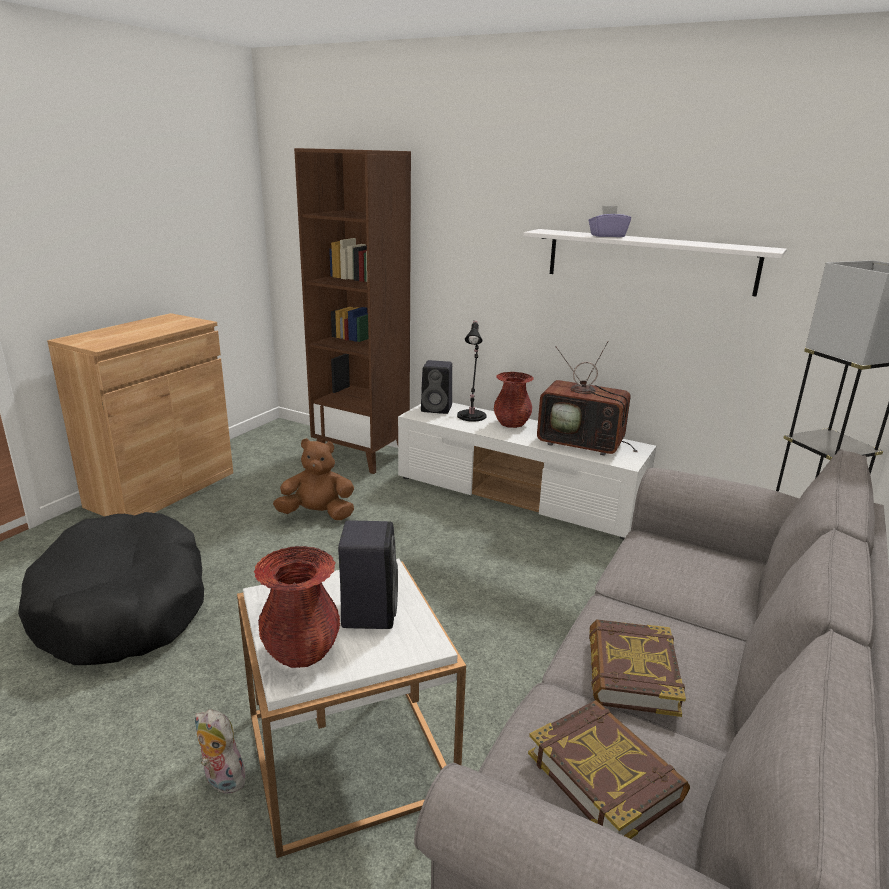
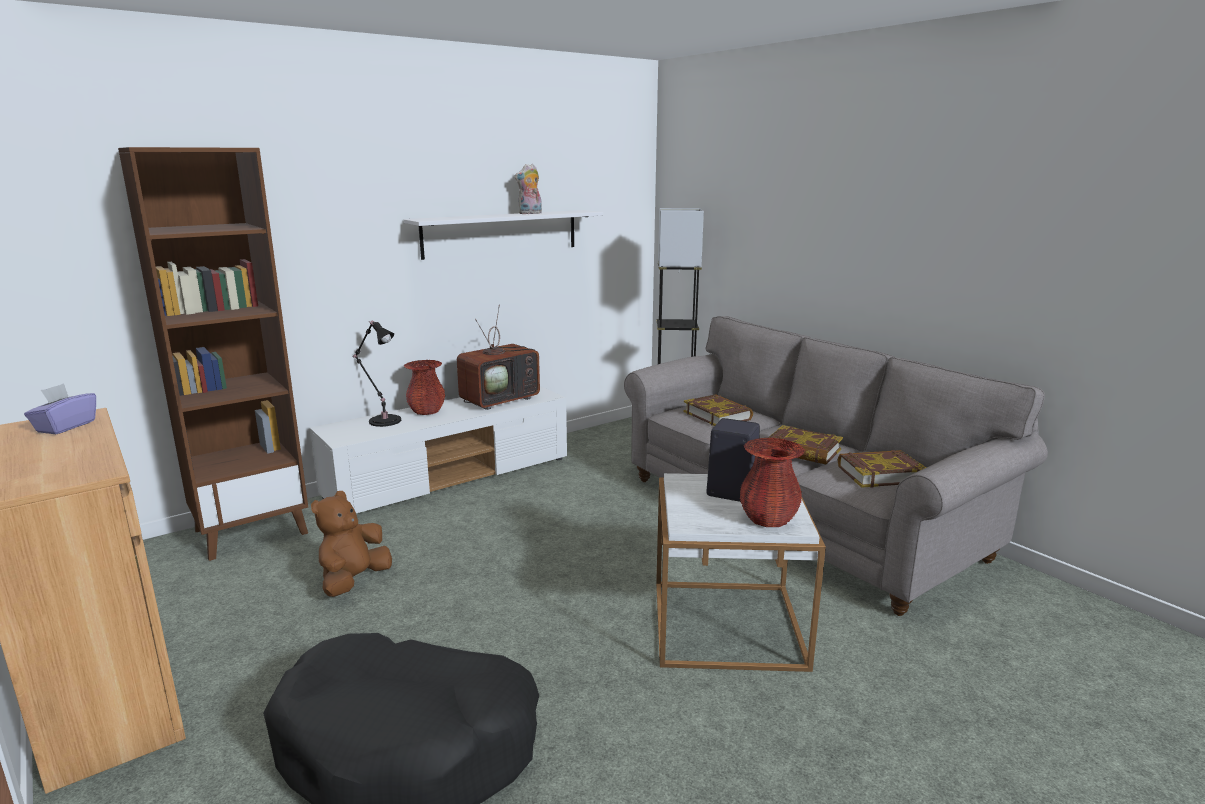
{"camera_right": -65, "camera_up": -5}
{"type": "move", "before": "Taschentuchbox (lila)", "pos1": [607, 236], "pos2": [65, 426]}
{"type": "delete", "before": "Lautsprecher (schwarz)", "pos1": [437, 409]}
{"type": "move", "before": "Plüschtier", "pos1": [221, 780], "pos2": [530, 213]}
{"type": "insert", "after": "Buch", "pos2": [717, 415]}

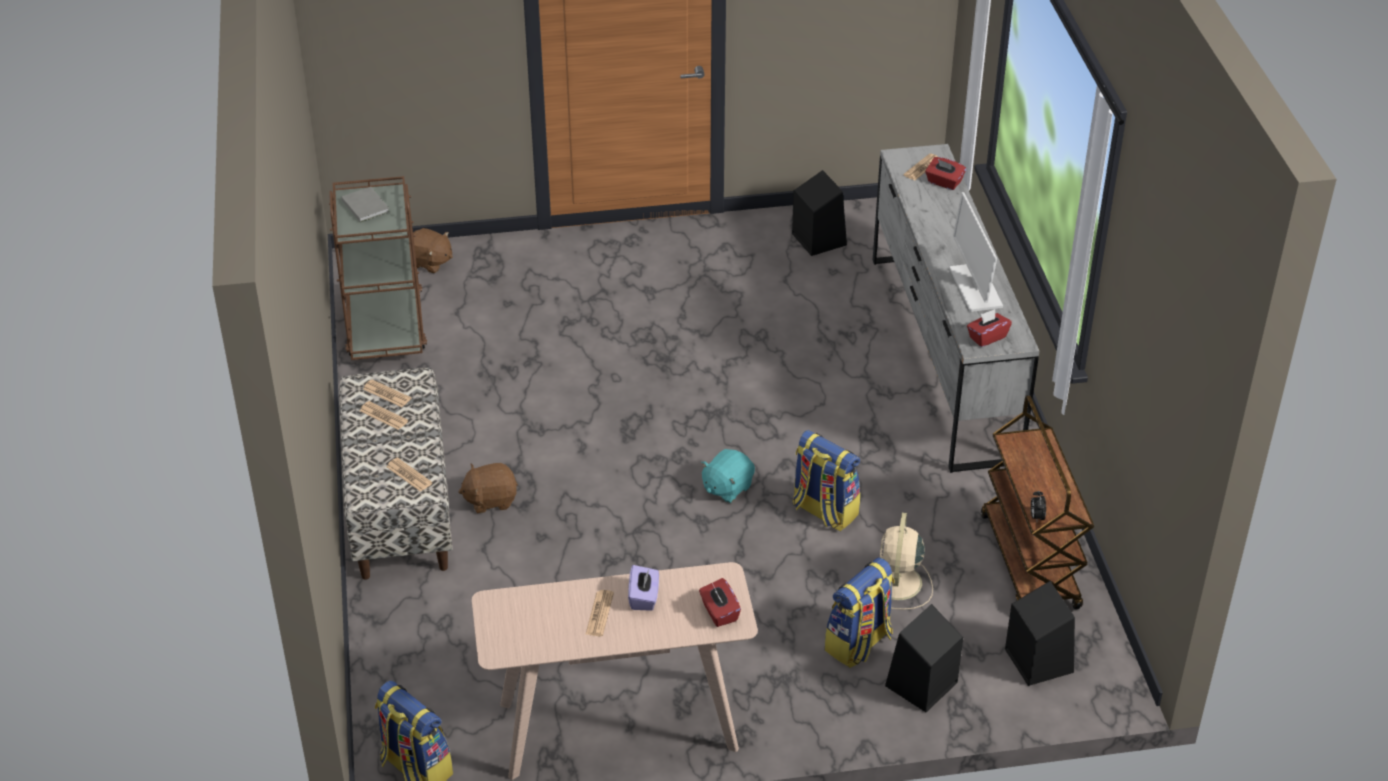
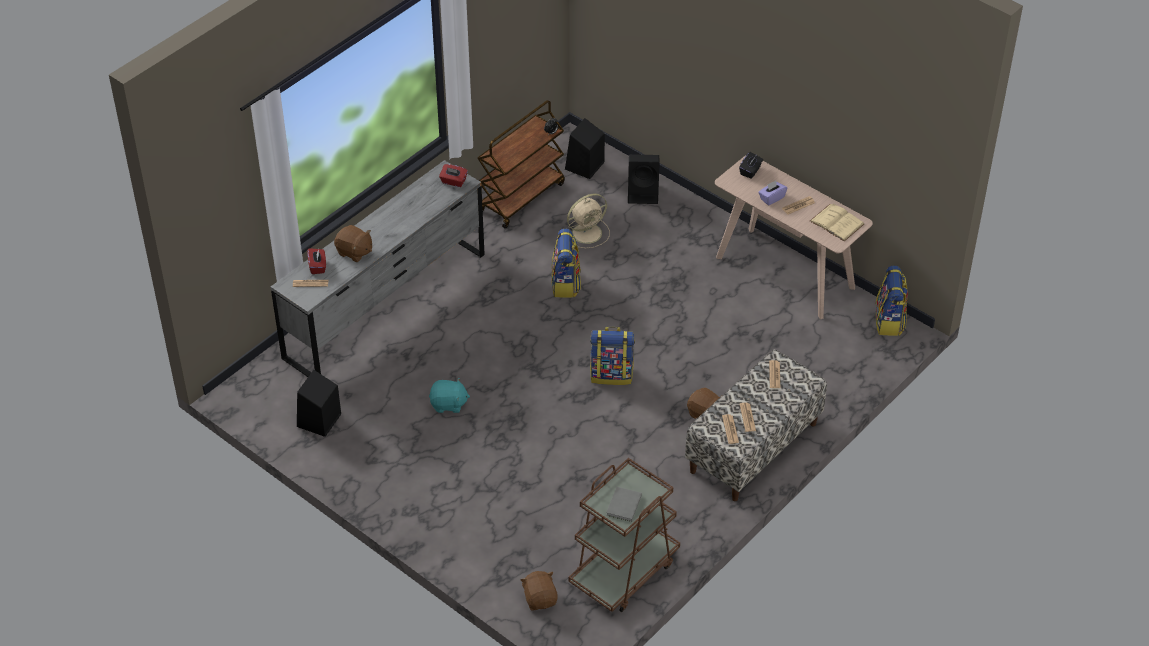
{"camera_right": -130, "camera_up": 5}
{"type": "delete", "before": "Monitor", "pos1": [975, 287]}
{"type": "move", "before": "Plüschtier (türkis)", "pos1": [727, 487], "pos2": [448, 404]}
{"type": "move", "before": "Rucksack", "pos1": [859, 644], "pos2": [612, 374]}
{"type": "recolor", "before": "Taschentuchbox (rot)", "after": "Taschentuchbox (schwarz)", "pos1": [719, 612], "pos2": [750, 171]}
{"type": "insert", "after": "Buch (beige)", "pos2": [837, 222]}
{"type": "insert", "after": "Plüschtier (braun)", "pos2": [354, 252]}

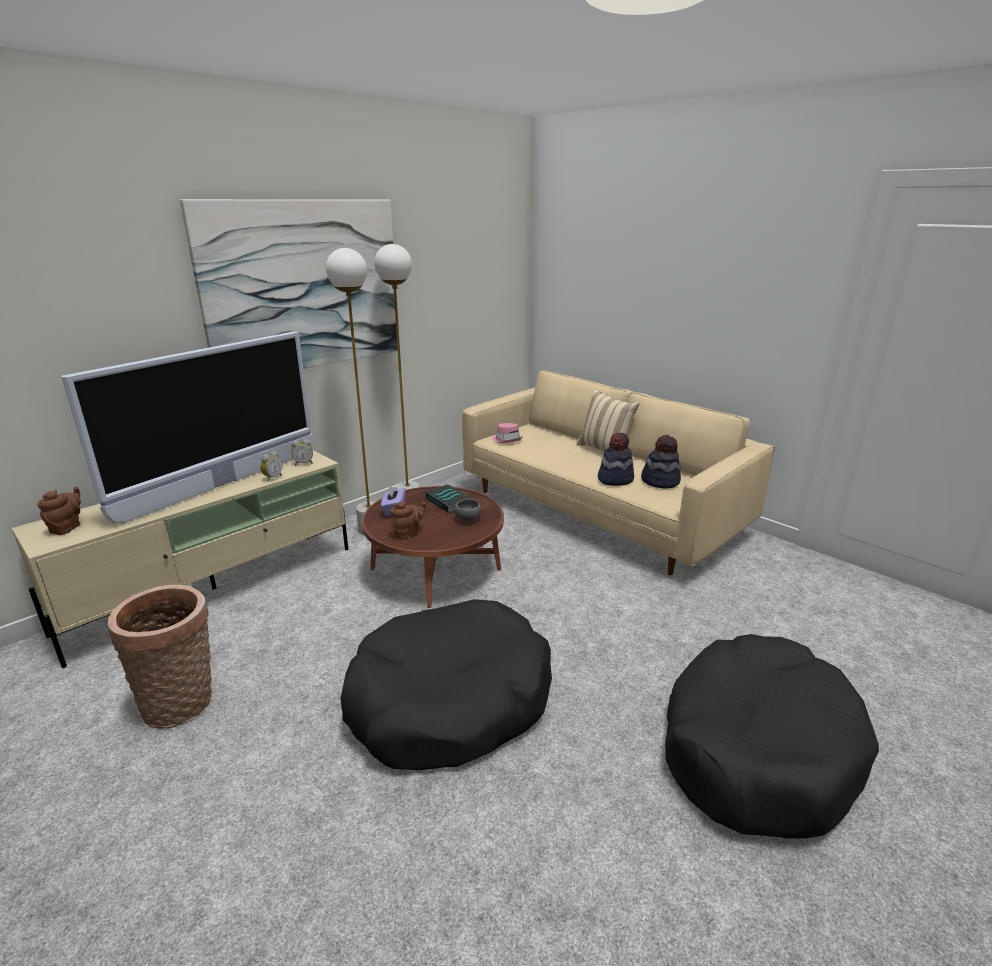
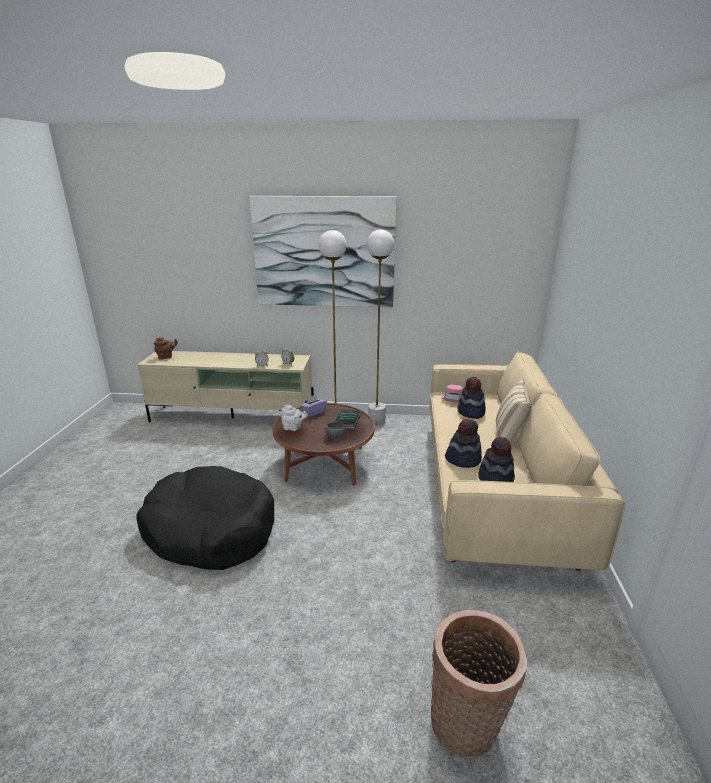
{"camera_right": 50, "camera_up": 0}
{"type": "delete", "before": "Fernseher", "pos1": [223, 485]}
{"type": "recolor", "before": "Teekanne (braun)", "after": "Teekanne (weiß)", "pos1": [408, 533], "pos2": [294, 428]}
{"type": "move", "before": "Korb", "pos1": [183, 703], "pos2": [467, 726]}
{"type": "delete", "before": "Hundebett (schwarz)", "pos1": [756, 748]}
{"type": "insert", "after": "Hut", "pos2": [470, 412]}

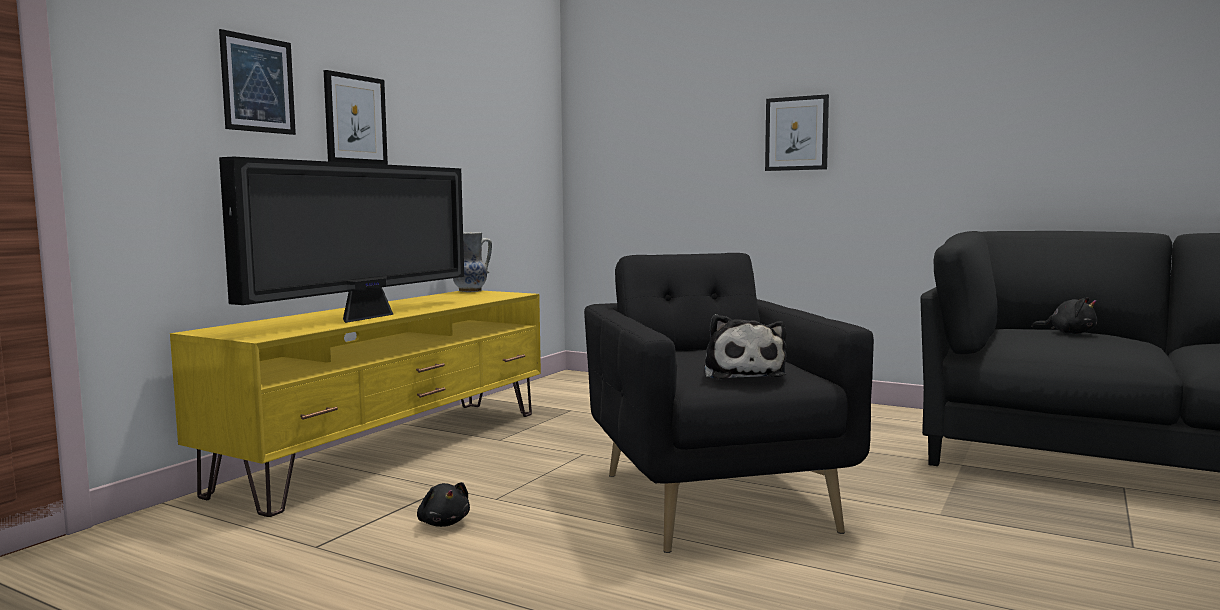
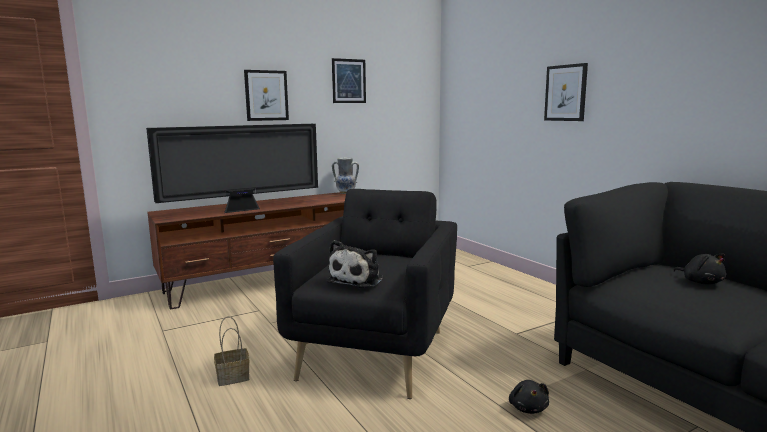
{"camera_right": 30, "camera_up": 5}
{"type": "move", "before": "Bild", "pos1": [258, 84], "pos2": [349, 81]}
{"type": "recolor", "before": "Fernsehschrank (gelb)", "after": "Fernsehschrank (braun)", "pos1": [393, 449], "pos2": [272, 280]}
{"type": "move", "before": "Plüschtier (schwarz)", "pos1": [443, 523], "pos2": [528, 408]}
{"type": "insert", "after": "Korb", "pos2": [234, 377]}

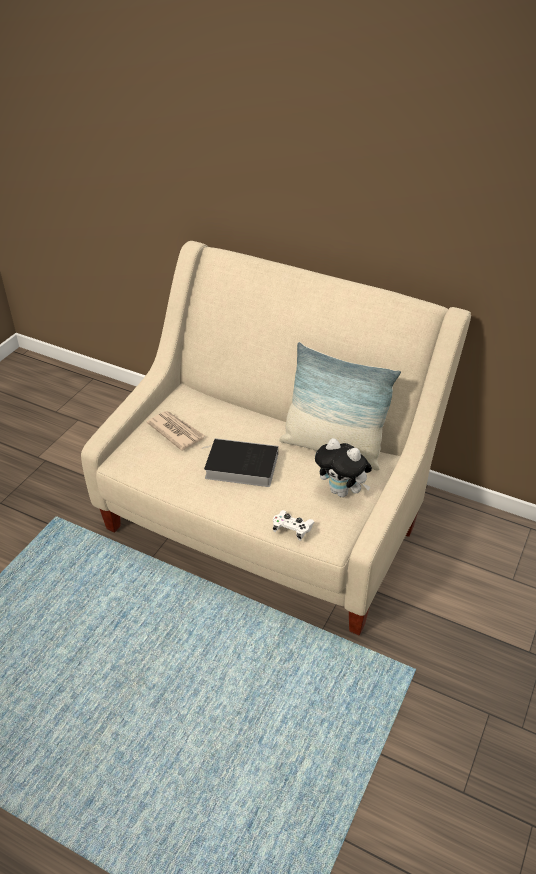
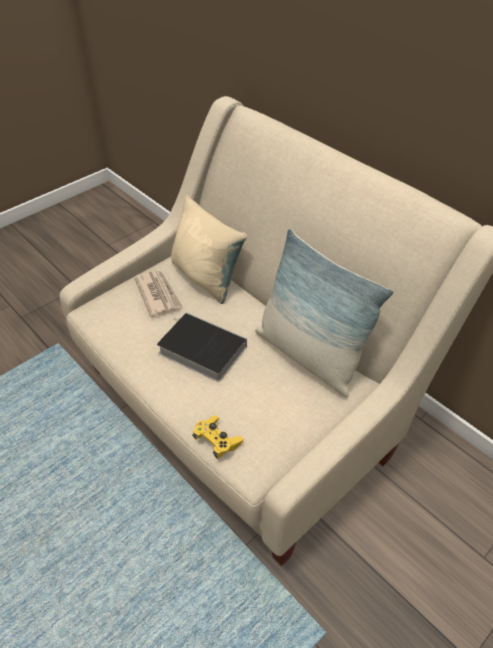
{"camera_right": 20, "camera_up": 5}
{"type": "delete", "before": "Plüschtier", "pos1": [342, 491]}
{"type": "recolor", "before": "Gamepad (weiß)", "after": "Gamepad (gelb)", "pos1": [292, 529], "pos2": [217, 441]}
{"type": "insert", "after": "Kissen (beige)", "pos2": [206, 277]}

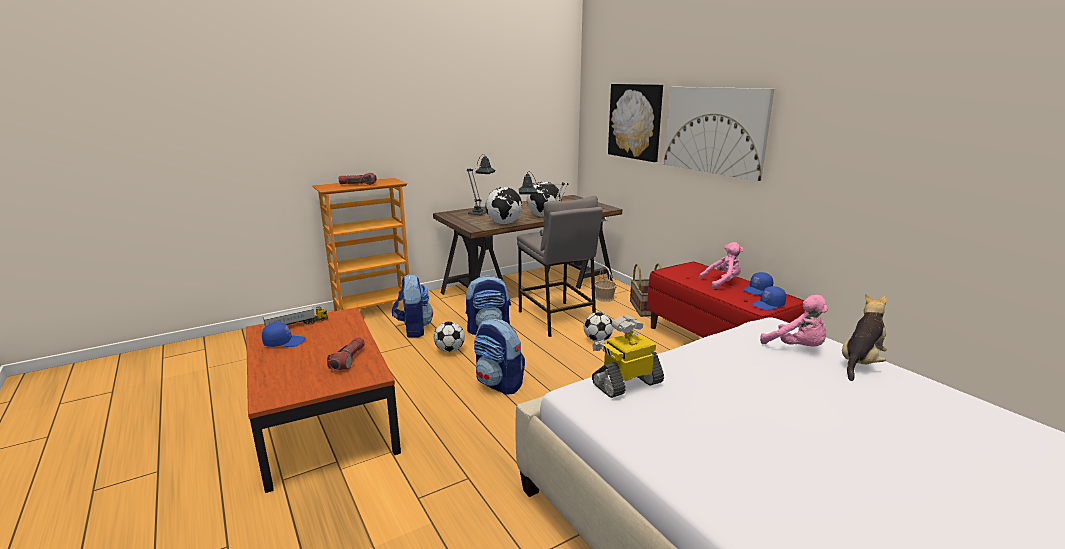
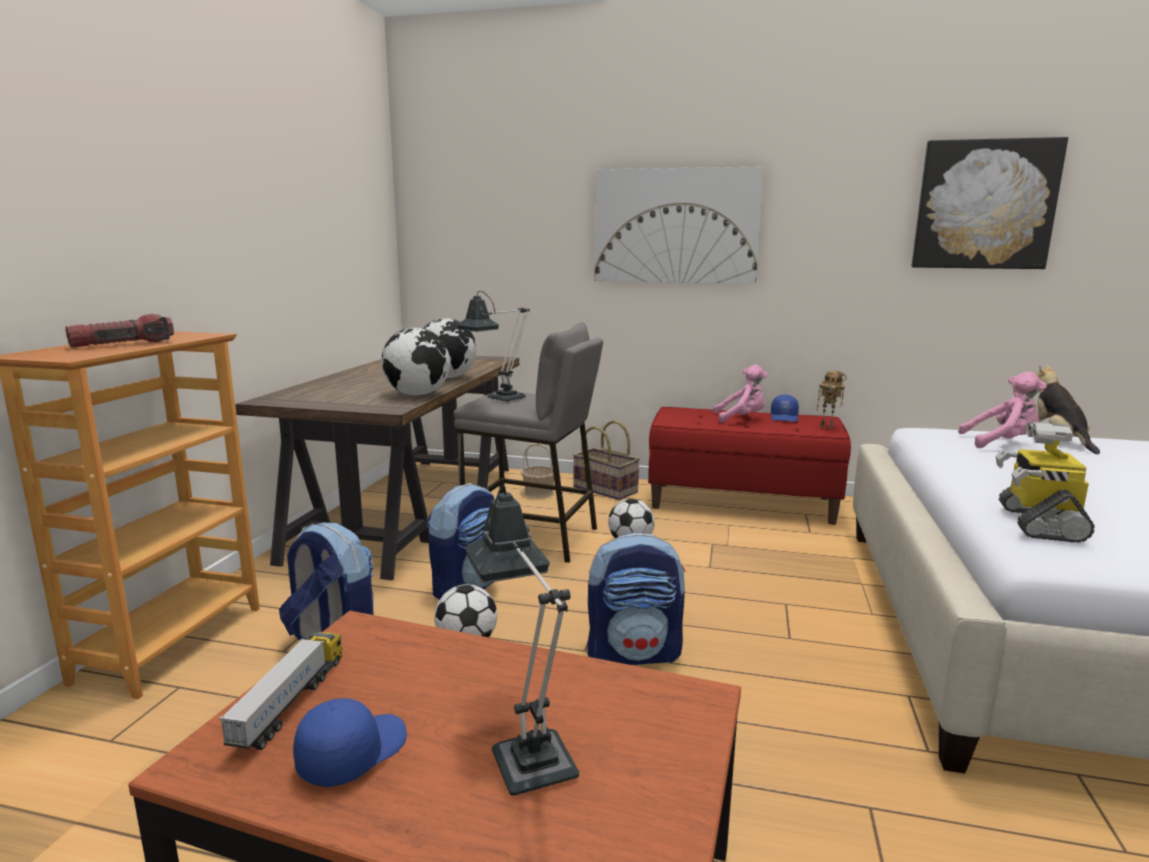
{"camera_right": -45, "camera_up": -5}
{"type": "move", "before": "Bild", "pos1": [635, 121], "pos2": [984, 205]}
{"type": "move", "before": "Tischlampe", "pos1": [480, 213], "pos2": [527, 751]}
{"type": "rotate", "before": "Plüschtier (rosa)", "pos1": [722, 282], "pos2": [741, 419], "turn": 60}
{"type": "replace", "before": "Kappe (blau)", "after": "Spielzeugroboter", "pos1": [768, 305], "pos2": [828, 427]}
{"type": "delete", "before": "Taschenlampe", "pos1": [348, 360]}

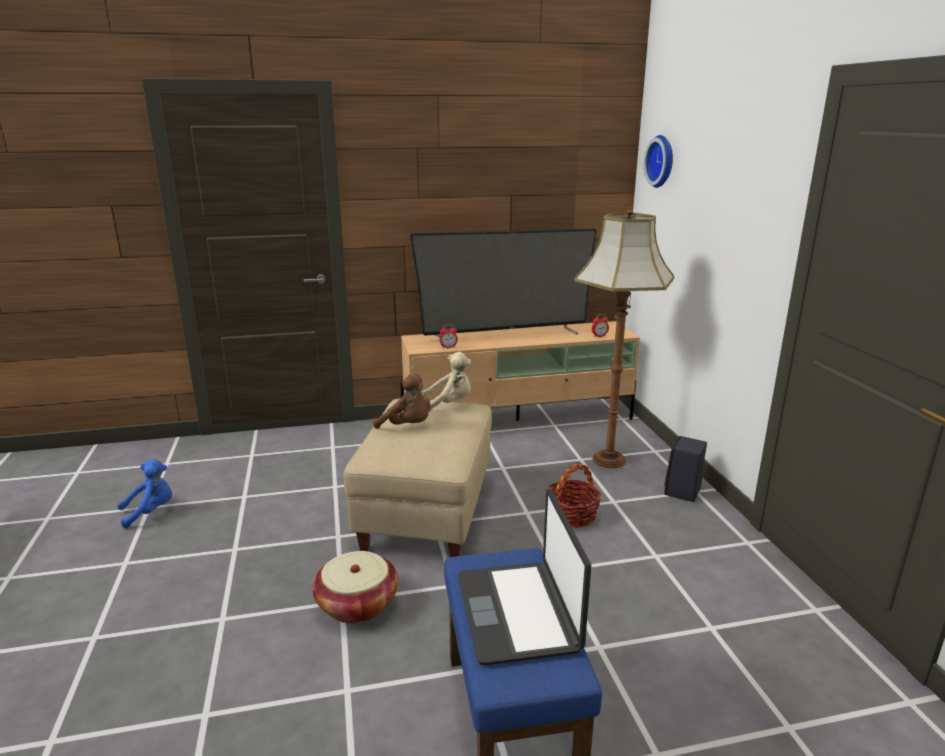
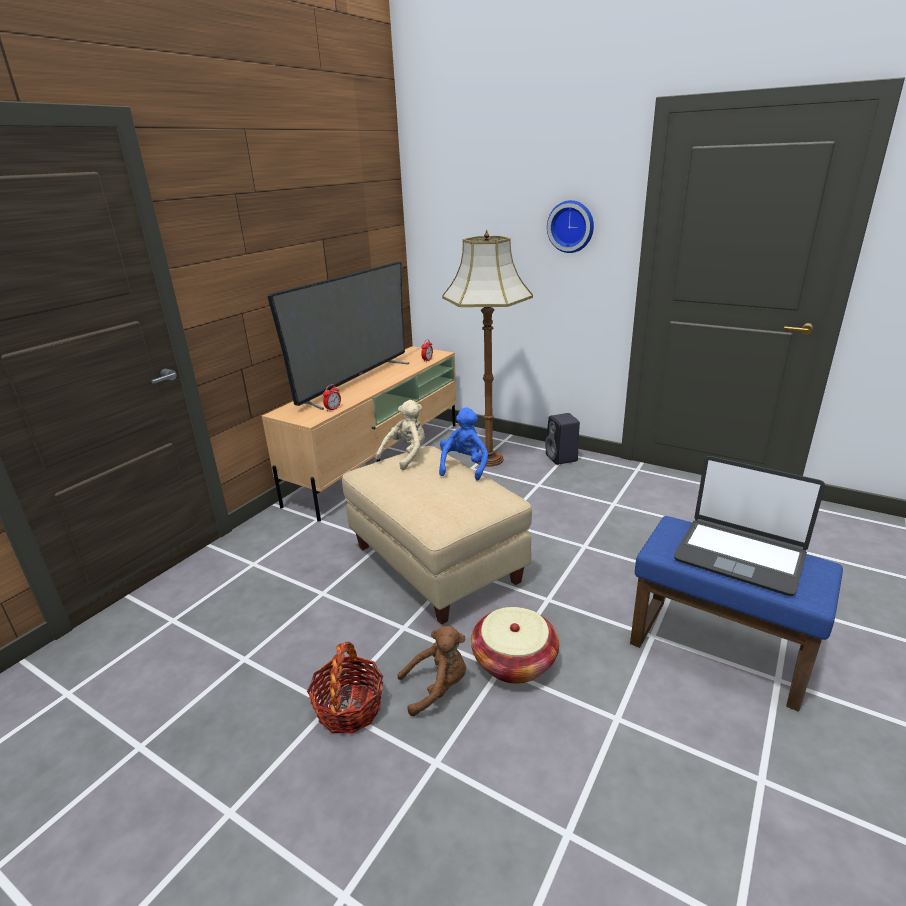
{"camera_right": -45, "camera_up": 5}
{"type": "move", "before": "Wanduhr", "pos1": [662, 161], "pos2": [571, 226]}
{"type": "move", "before": "Plüschtier (braun)", "pos1": [407, 426], "pos2": [437, 687]}
{"type": "move", "before": "Plüschtier (blau)", "pos1": [151, 512], "pos2": [464, 466]}
{"type": "move", "before": "Korb", "pos1": [572, 515], "pos2": [349, 708]}

